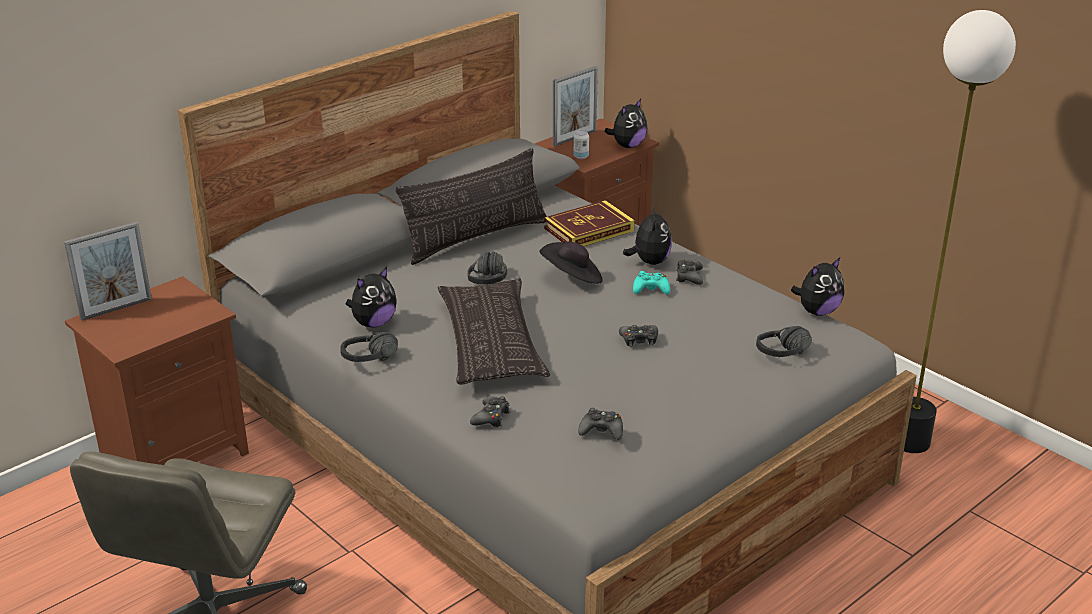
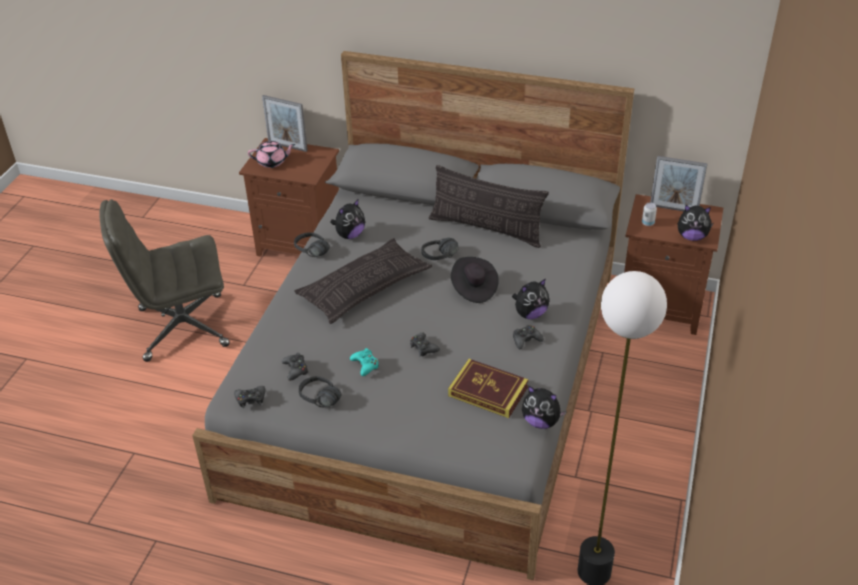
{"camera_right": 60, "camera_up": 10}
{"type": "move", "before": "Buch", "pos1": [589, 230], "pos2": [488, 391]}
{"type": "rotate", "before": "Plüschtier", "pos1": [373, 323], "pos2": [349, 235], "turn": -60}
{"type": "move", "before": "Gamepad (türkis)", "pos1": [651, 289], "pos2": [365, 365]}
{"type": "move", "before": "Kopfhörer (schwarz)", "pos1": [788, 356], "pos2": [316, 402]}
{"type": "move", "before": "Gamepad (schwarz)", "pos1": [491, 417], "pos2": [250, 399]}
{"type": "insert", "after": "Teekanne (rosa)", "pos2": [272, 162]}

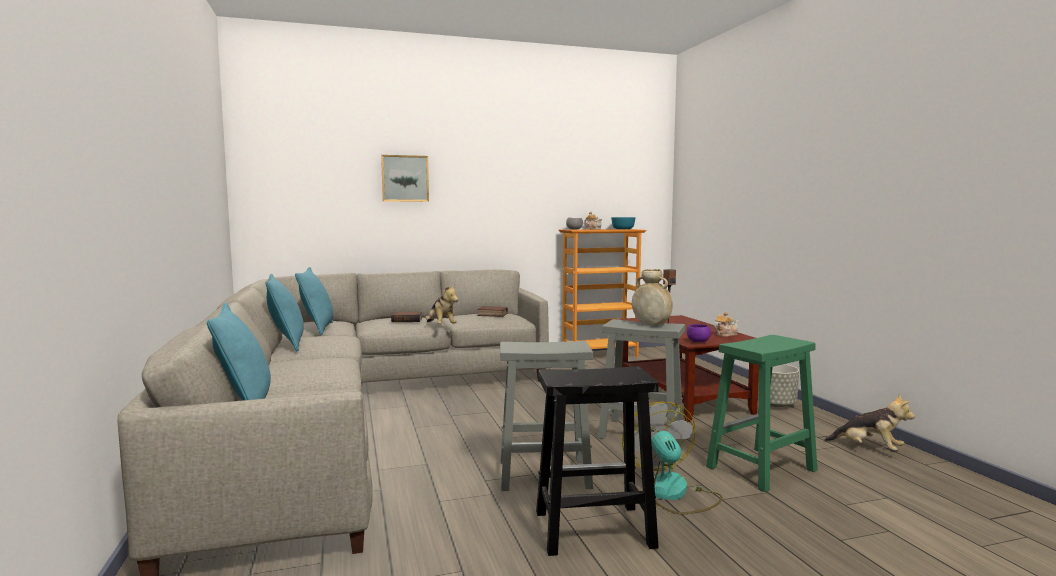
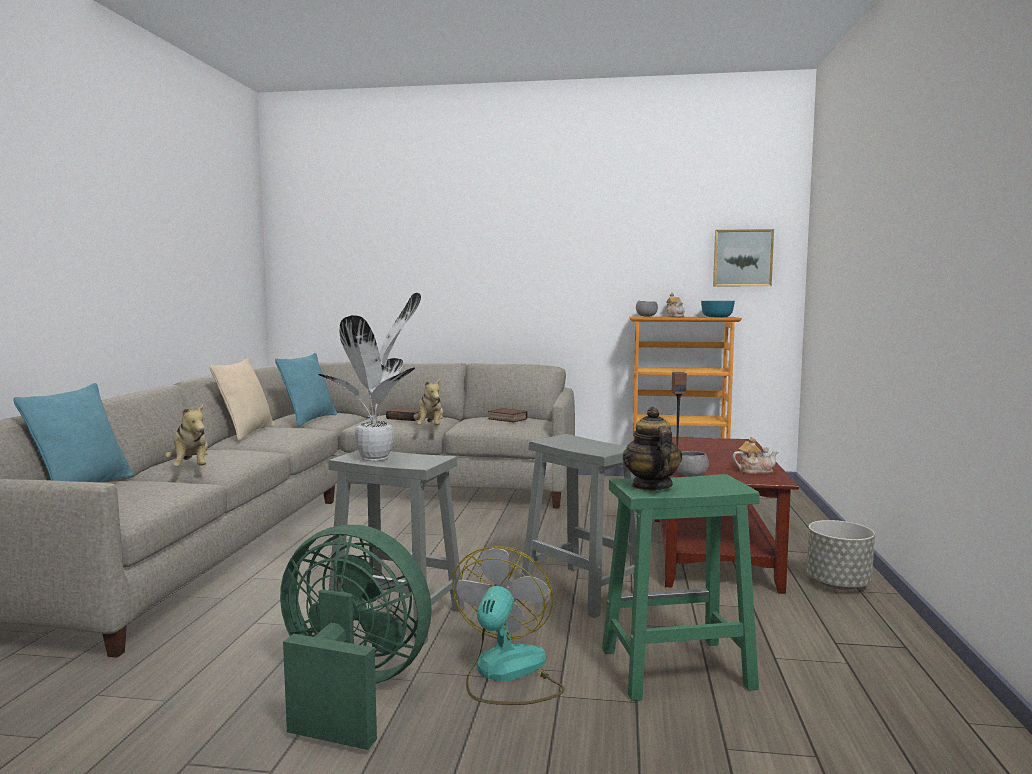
{"camera_right": 25, "camera_up": 0}
{"type": "move", "before": "Bild", "pos1": [405, 178], "pos2": [742, 258]}
{"type": "delete", "before": "Vase (beige)", "pos1": [651, 325]}
{"type": "recolor", "before": "Kissen (türkis)", "after": "Kissen (beige)", "pos1": [287, 344], "pos2": [247, 433]}
{"type": "recolor", "before": "Schüssel (lila)", "after": "Schüssel (grau)", "pos1": [698, 341], "pos2": [691, 476]}
{"type": "replace", "before": "Hocker (schwarz)", "after": "Ventilator (grün)", "pos1": [591, 529], "pos2": [350, 692]}
{"type": "move", "before": "Plüschtier", "pos1": [869, 449], "pos2": [191, 469]}
{"type": "insert", "after": "Topfpflanze", "pos2": [378, 458]}
{"type": "insert", "after": "Teekanne", "pos2": [651, 486]}

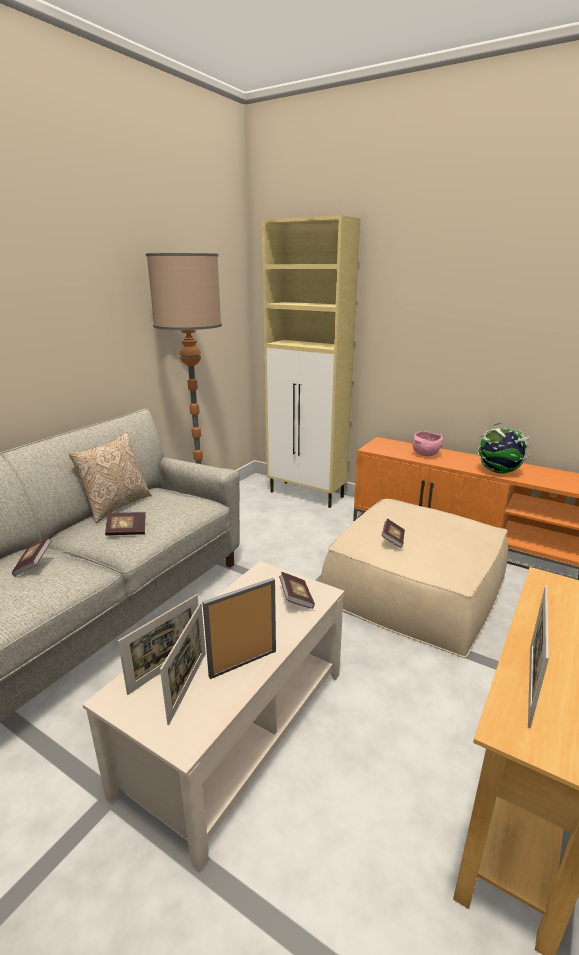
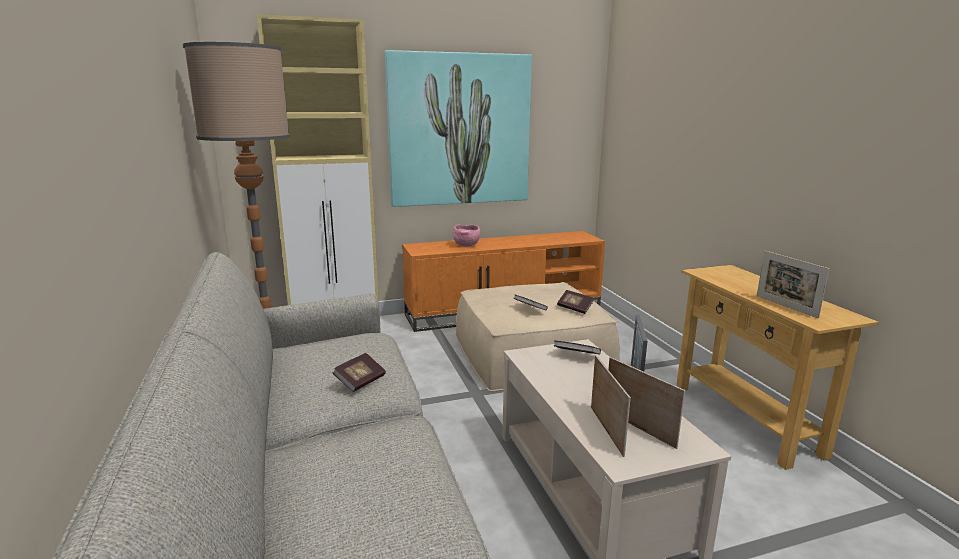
{"camera_right": -50, "camera_up": -5}
{"type": "delete", "before": "Globus", "pos1": [498, 472]}
{"type": "delete", "before": "Kissen", "pos1": [116, 506]}
{"type": "move", "before": "Buch", "pos1": [33, 564], "pos2": [575, 308]}
{"type": "insert", "after": "Bild", "pos2": [459, 130]}

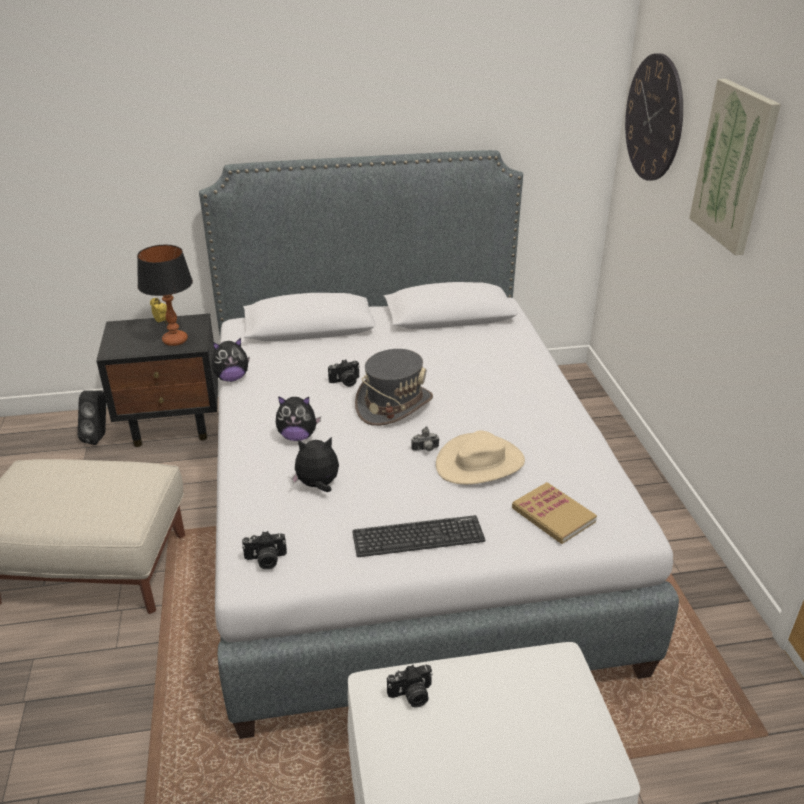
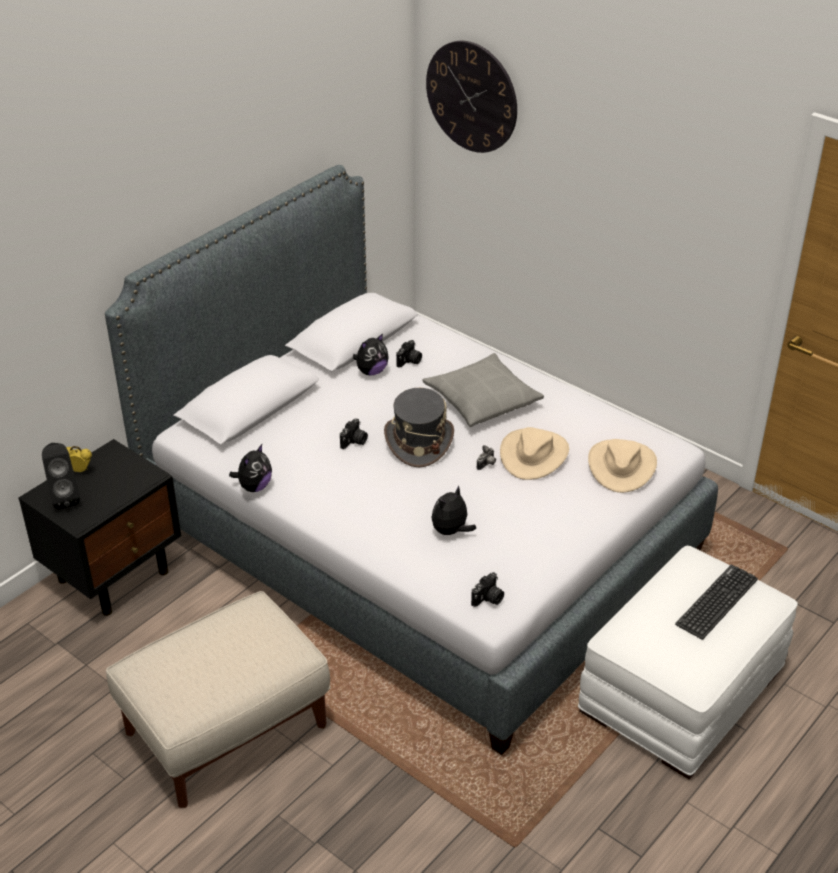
{"camera_right": -40, "camera_up": 5}
{"type": "delete", "before": "Bild", "pos1": [734, 166]}
{"type": "delete", "before": "Tischlampe", "pos1": [175, 340]}
{"type": "move", "before": "Lautsprecher (schwarz)", "pos1": [99, 437], "pos2": [64, 497]}
{"type": "move", "before": "Plüschtier", "pos1": [298, 436], "pos2": [371, 371]}
{"type": "replace", "before": "Buch", "after": "Hut (beige)", "pos1": [553, 515], "pos2": [621, 466]}
{"type": "move", "before": "Tastatur", "pos1": [418, 537], "pos2": [716, 602]}
{"type": "move", "before": "Kamera", "pos1": [411, 695], "pos2": [409, 361]}
{"type": "insert", "after": "Kissen (grau)", "pos2": [482, 399]}

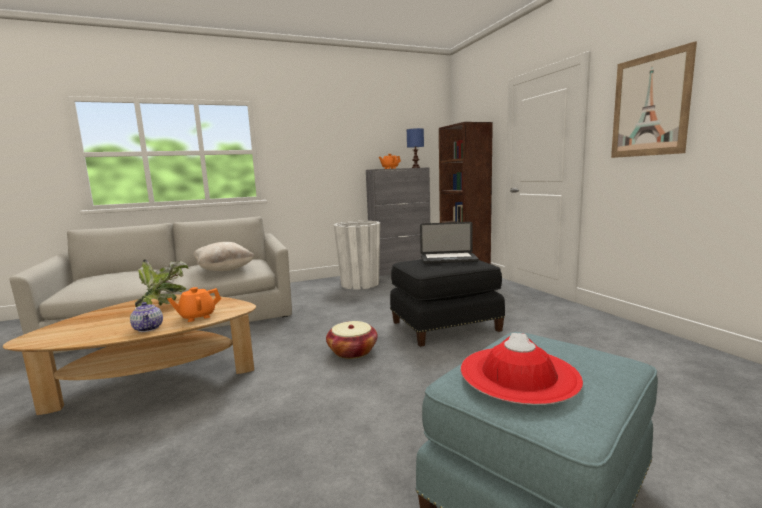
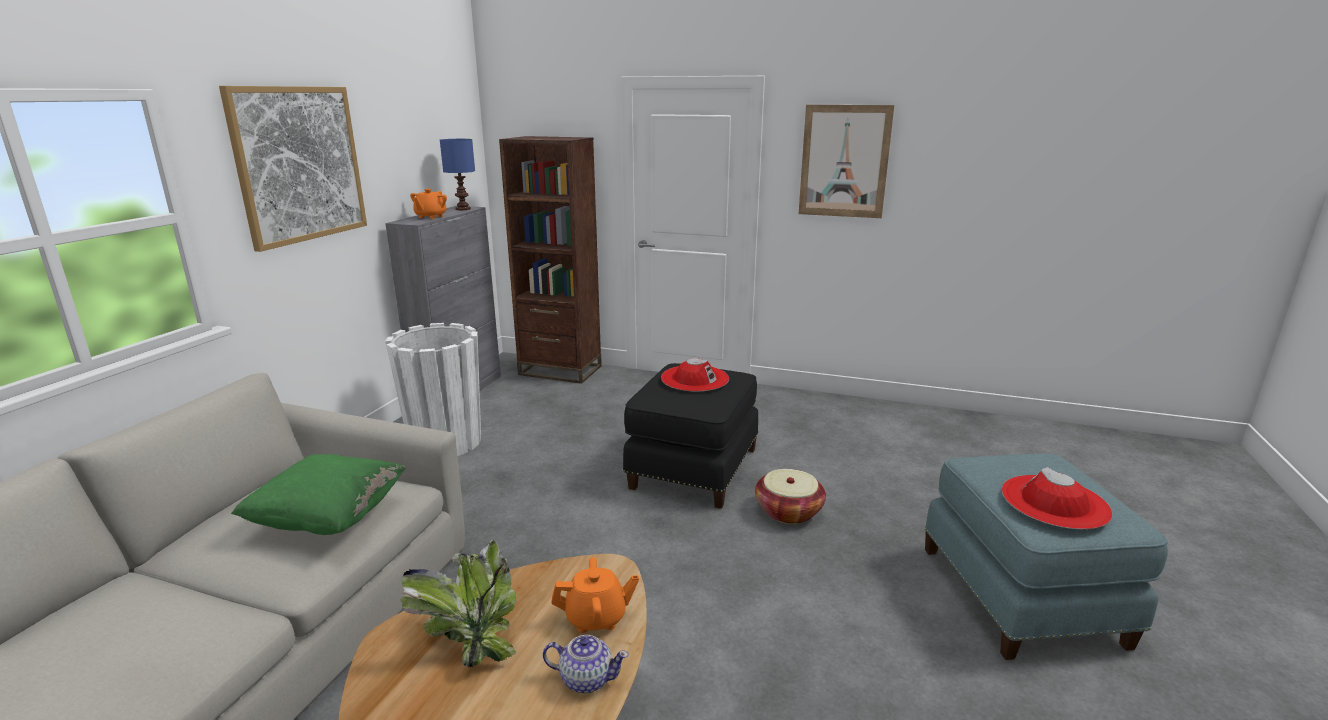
{"camera_right": -50, "camera_up": 10}
{"type": "replace", "before": "Laptop", "after": "Hut (rot)", "pos1": [448, 259], "pos2": [694, 378]}
{"type": "recolor", "before": "Kissen (beige)", "after": "Kissen (grün)", "pos1": [224, 270], "pos2": [329, 519]}
{"type": "rotate", "before": "Teekanne (orange)", "pos1": [197, 317], "pos2": [596, 618], "turn": -105}
{"type": "move", "before": "Korb", "pos1": [352, 351], "pos2": [788, 511]}
{"type": "insert", "after": "Bild", "pos2": [299, 164]}

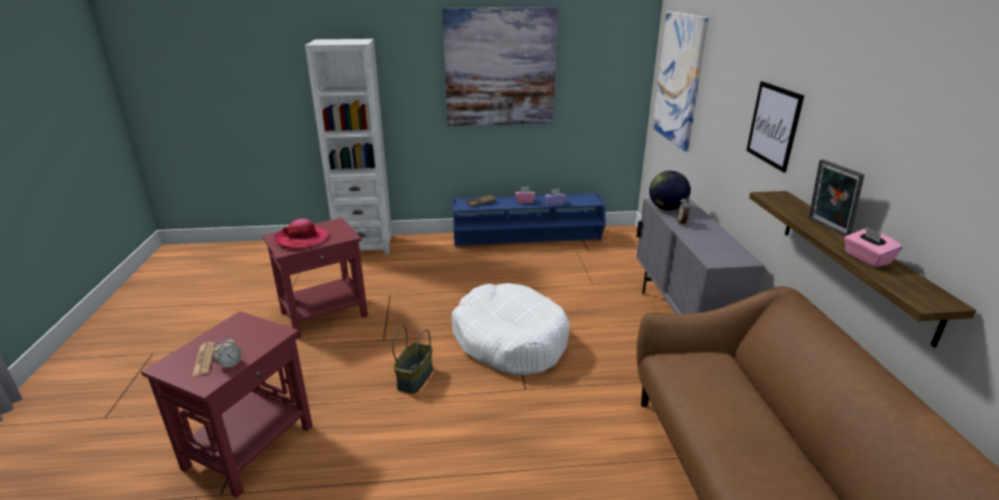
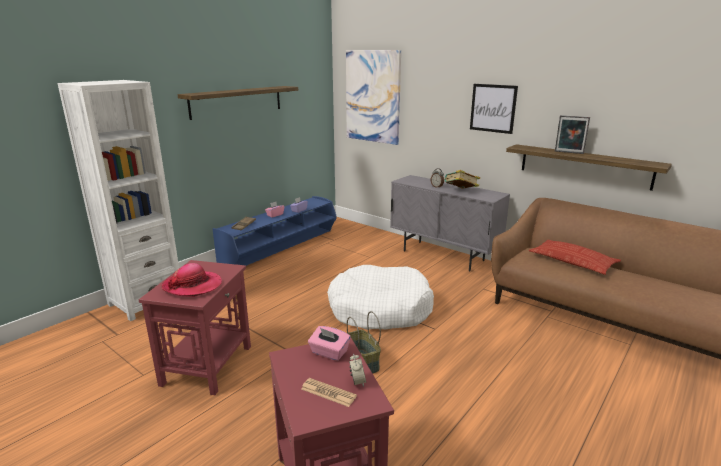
{"camera_right": -45, "camera_up": -5}
{"type": "replace", "before": "Bild", "after": "Wandregal", "pos1": [500, 68], "pos2": [237, 101]}
{"type": "delete", "before": "Globus", "pos1": [666, 208]}
{"type": "move", "before": "Taschentuchbox (rosa)", "pos1": [866, 259], "pos2": [329, 352]}
{"type": "insert", "after": "Buch", "pos2": [460, 191]}
{"type": "insert", "after": "Kissen", "pos2": [572, 261]}

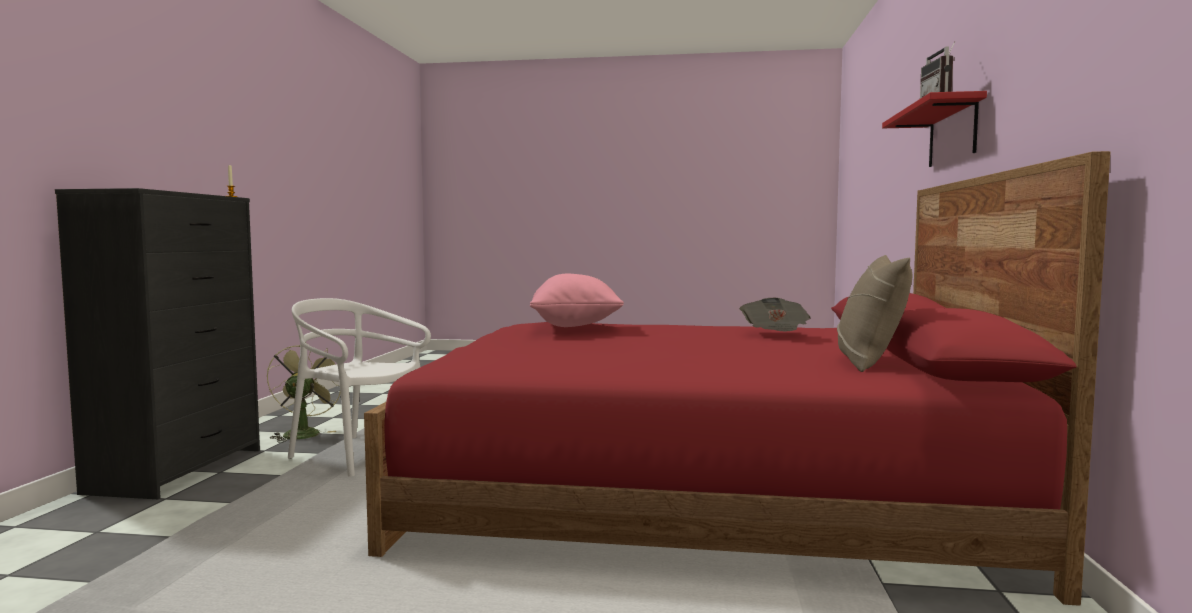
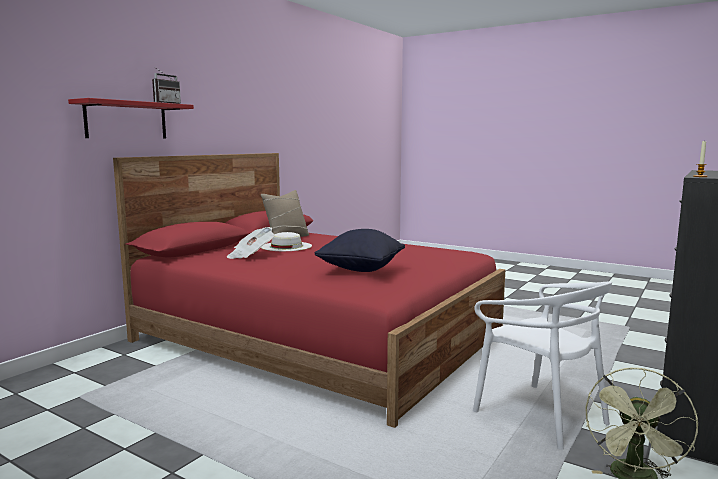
{"camera_right": -155, "camera_up": 5}
{"type": "recolor", "before": "Kissen (rosa)", "after": "Kissen (schwarz)", "pos1": [576, 326], "pos2": [361, 269]}
{"type": "insert", "after": "Hut (weiß)", "pos2": [286, 246]}

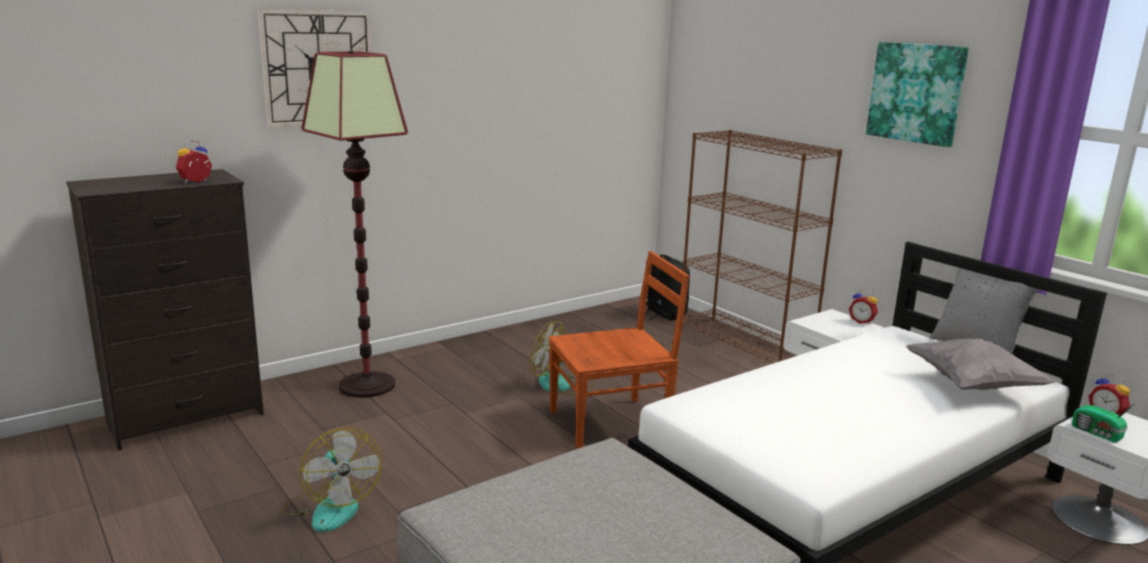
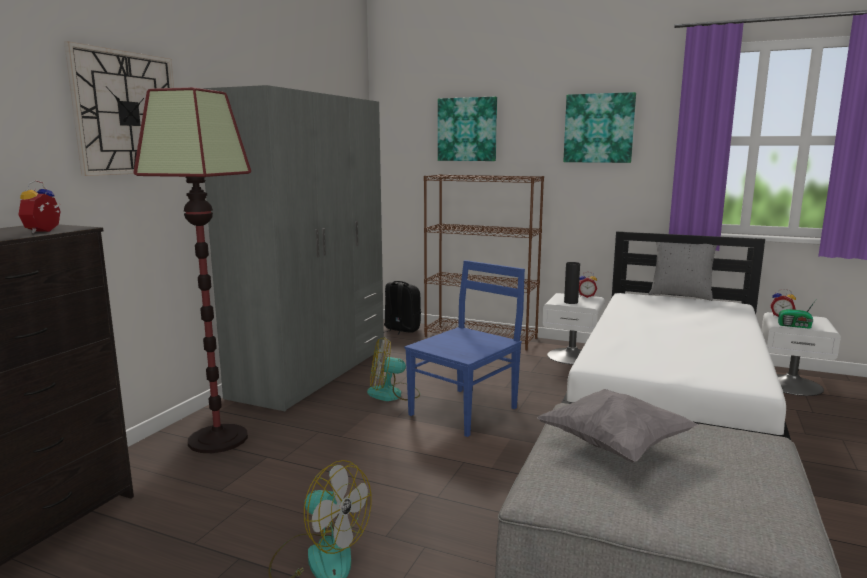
{"camera_right": -30, "camera_up": -5}
{"type": "recolor", "before": "Stuhl (braun)", "after": "Stuhl (blau)", "pos1": [612, 423], "pos2": [465, 410]}
{"type": "move", "before": "Kissen (grau)", "pos1": [973, 385], "pos2": [615, 446]}
{"type": "insert", "after": "Kleiderschrank (grau)", "pos2": [313, 371]}
{"type": "insert", "after": "Bild", "pos2": [467, 129]}
{"type": "insert", "after": "Vase (schwarz)", "pos2": [571, 302]}

